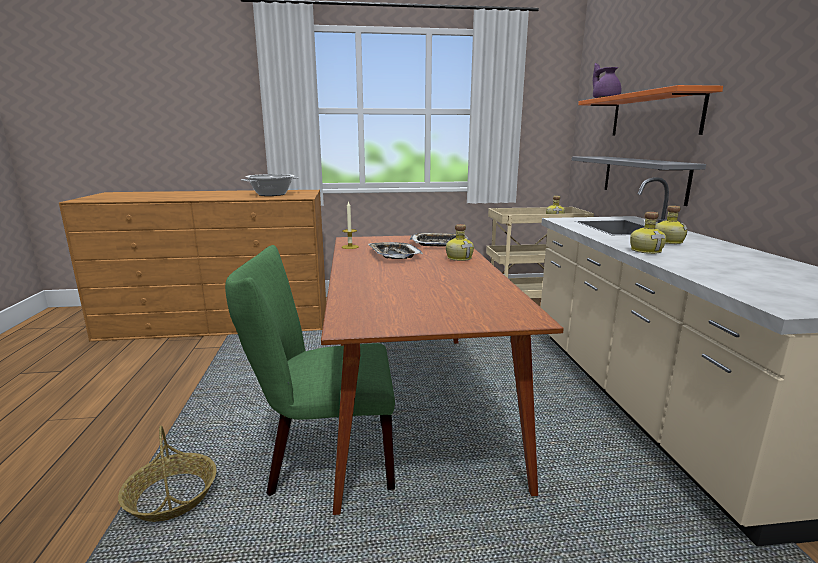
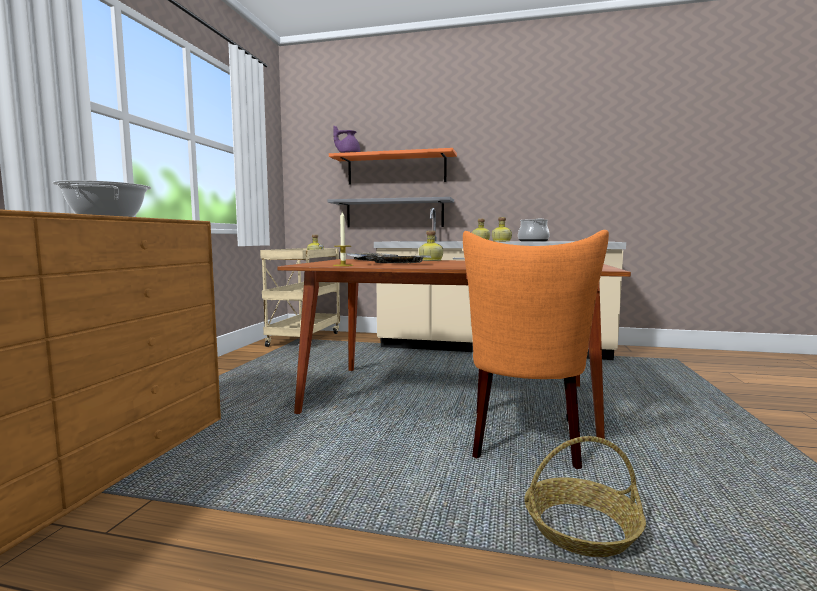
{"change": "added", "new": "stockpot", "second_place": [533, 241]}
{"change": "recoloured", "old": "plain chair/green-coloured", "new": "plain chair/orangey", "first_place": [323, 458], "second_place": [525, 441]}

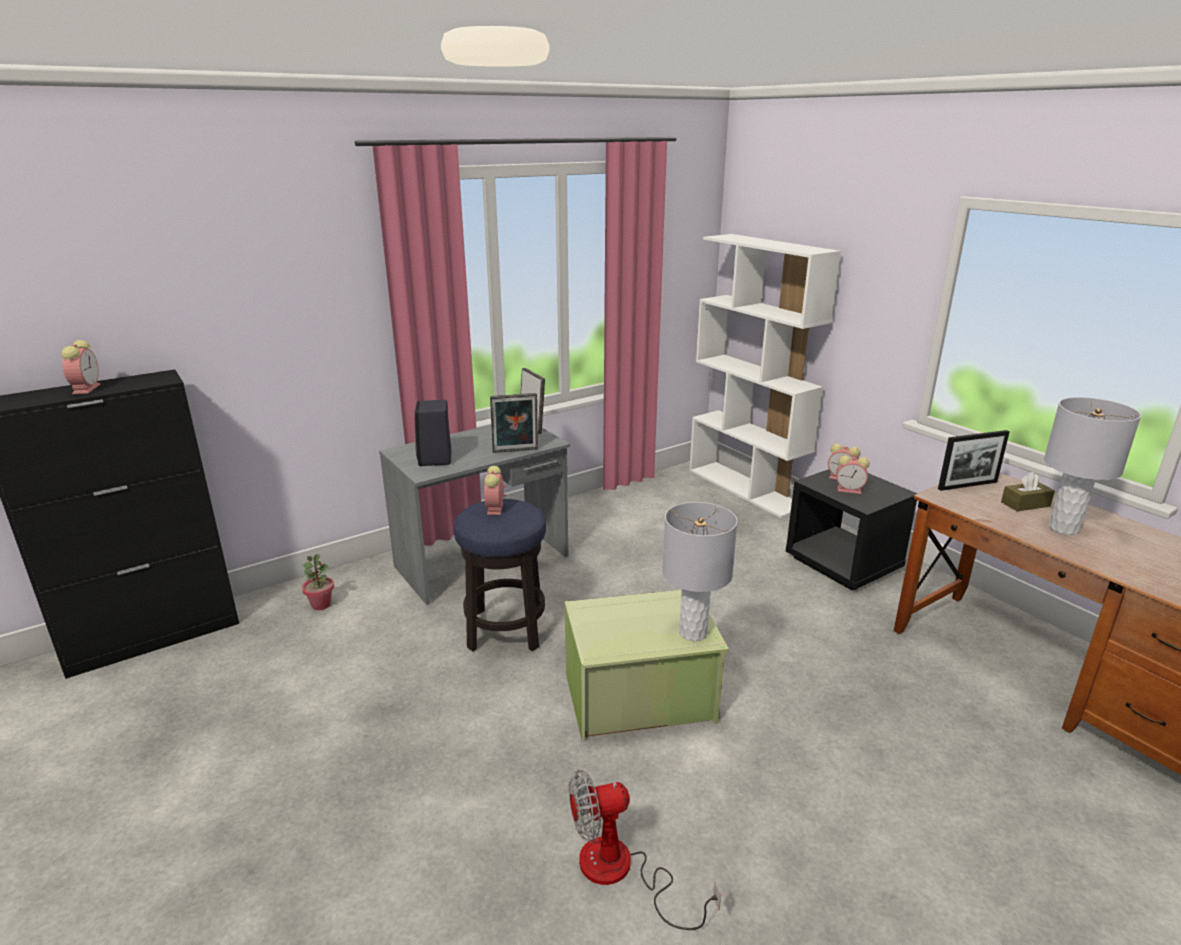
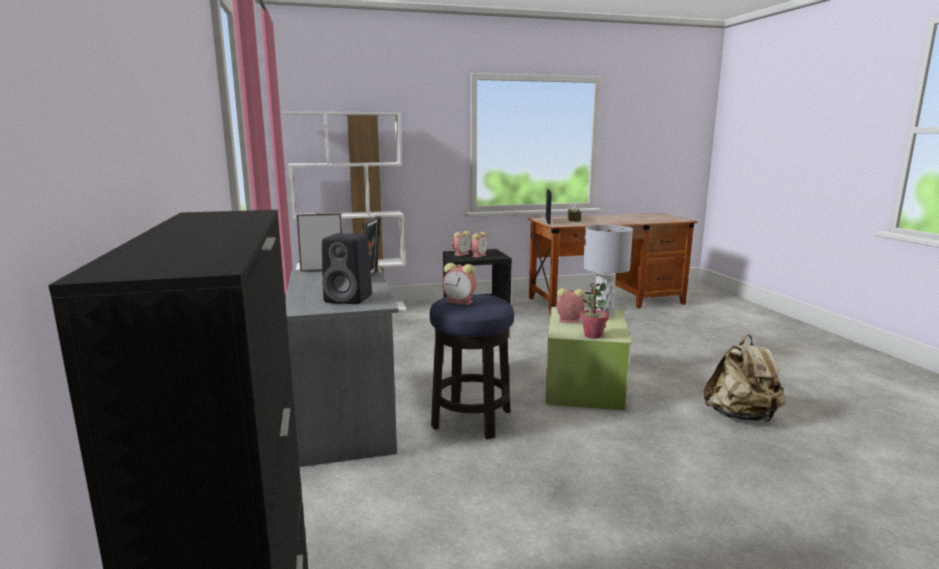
{"change": "removed", "old": "tabletop lamp/greyish", "first_place": [1063, 528]}
{"change": "moved", "old": "alarm clock", "first_place": [86, 388], "second_place": [568, 321]}
{"change": "moved", "old": "houseplant", "first_place": [321, 604], "second_place": [592, 335]}
{"change": "replaced", "old": "cooling fan", "new": "knapsack/beige-coloured", "first_place": [621, 872], "second_place": [741, 416]}

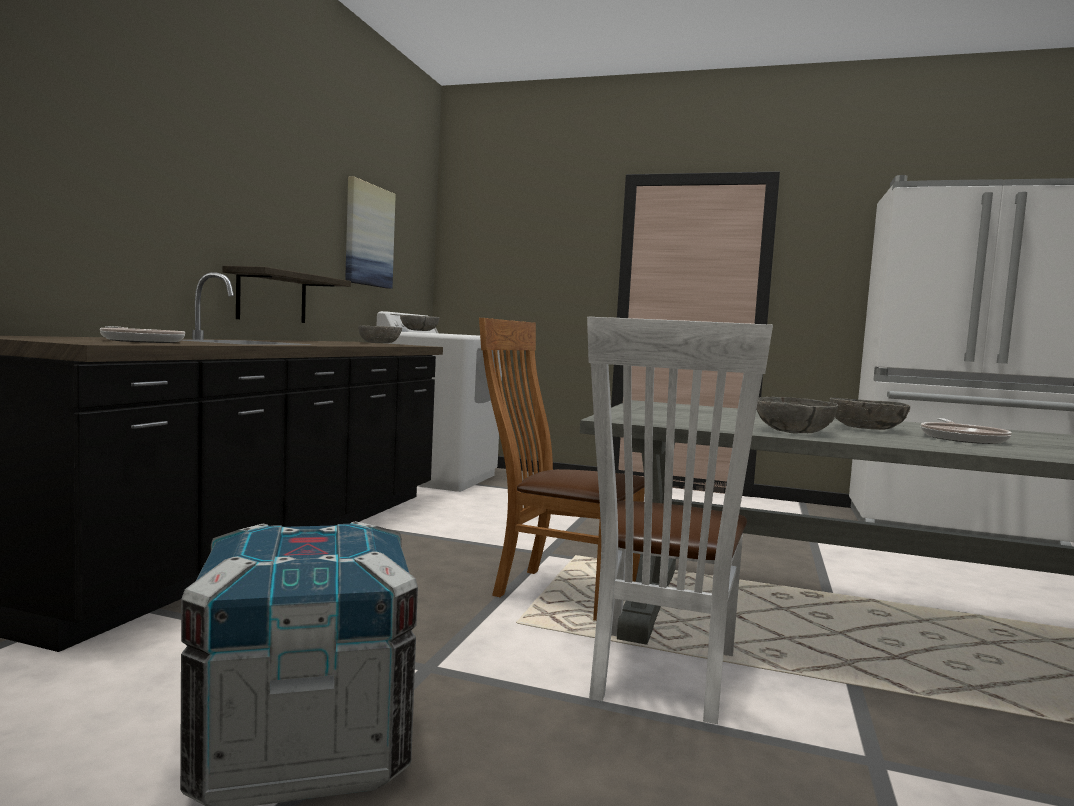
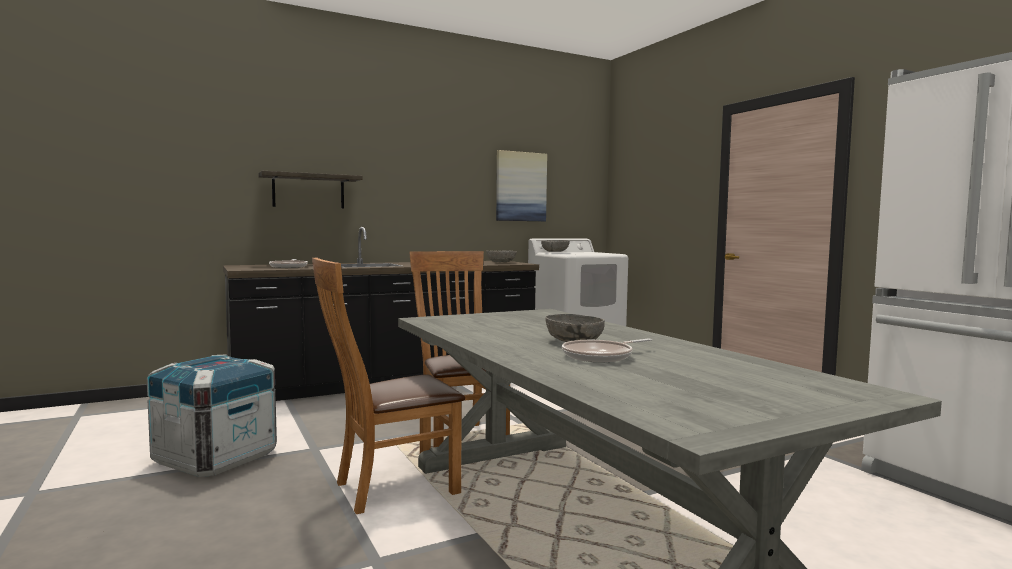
{"change": "removed", "old": "serving bowl/greyish", "first_place": [793, 431]}
{"change": "moved", "old": "wall shelf", "first_place": [272, 297], "second_place": [308, 191]}
{"change": "recoloured", "old": "plain chair/whitish", "new": "plain chair/brown-coloured", "first_place": [659, 678], "second_place": [389, 488]}

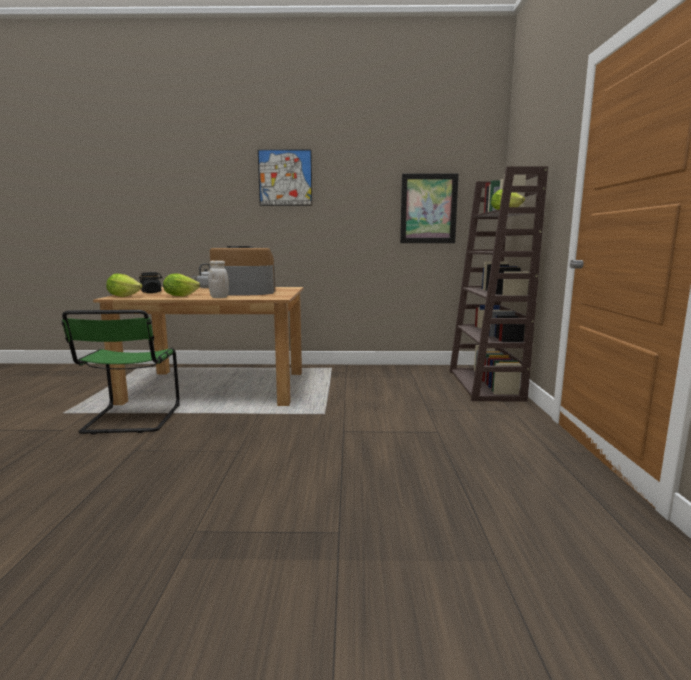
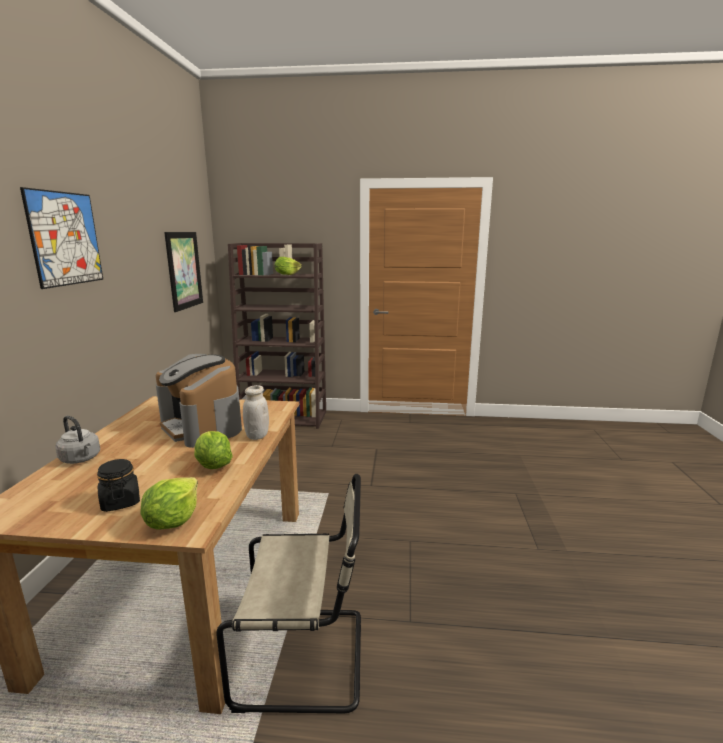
{"change": "recoloured", "old": "plain chair/green-coloured", "new": "plain chair/beige-coloured", "first_place": [131, 420], "second_place": [307, 657]}
{"change": "turned", "old": "coffee maker", "first_place": [243, 292], "second_place": [202, 426], "degrees": -45}

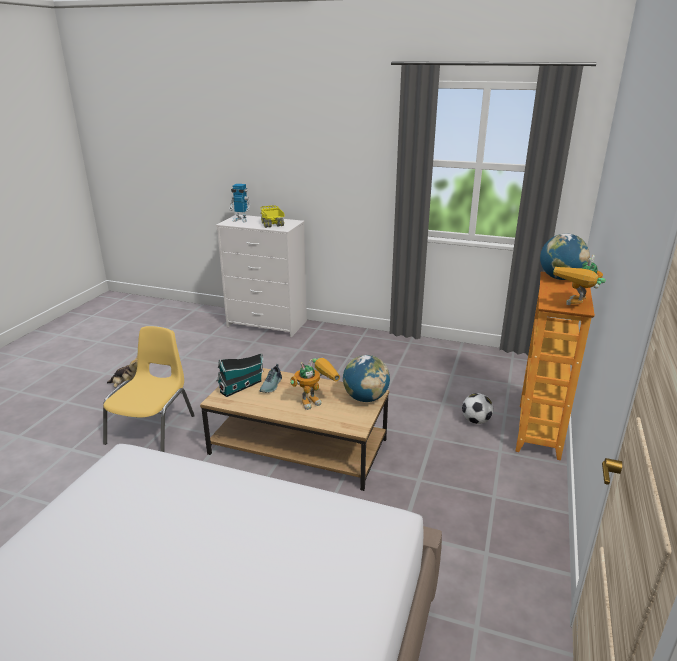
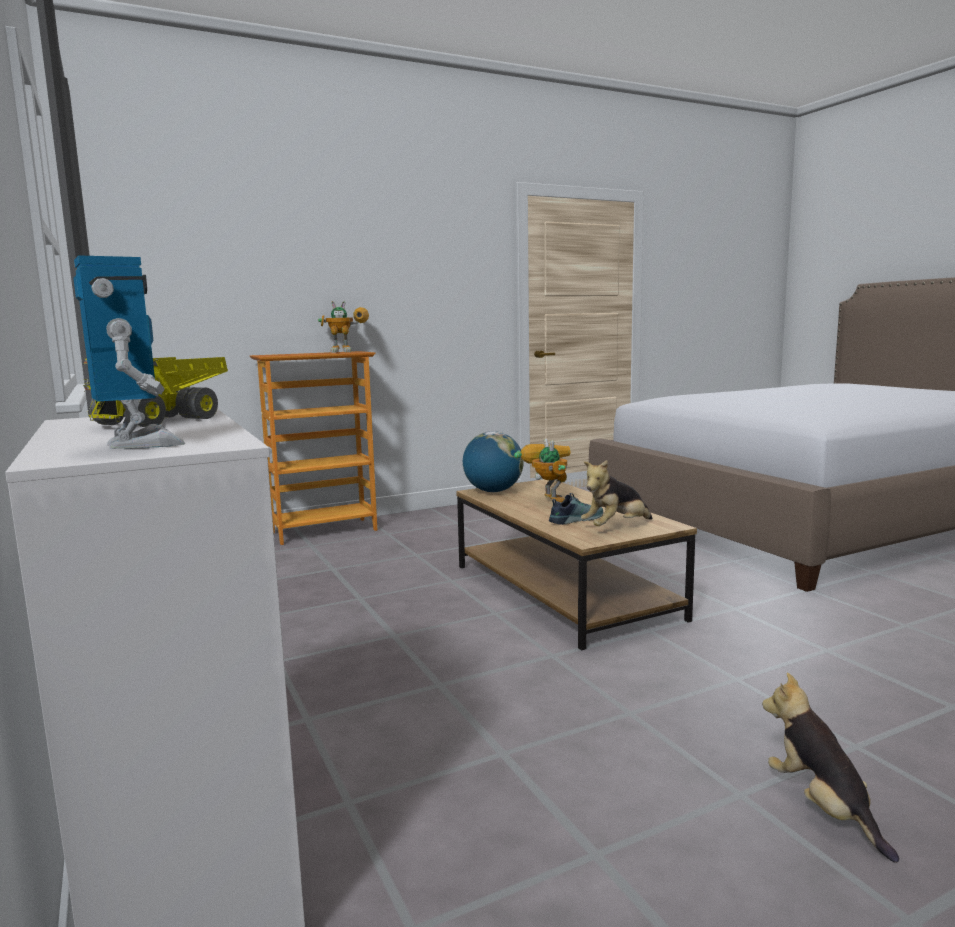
{"change": "removed", "old": "plain chair/yellow-coloured", "first_place": [153, 429]}
{"change": "removed", "old": "football ball", "first_place": [476, 421]}
{"change": "removed", "old": "globe", "first_place": [560, 278]}
{"change": "replaced", "old": "toy house", "new": "plush toy", "first_place": [242, 386], "second_place": [616, 528]}
{"change": "turned", "old": "model robot", "first_place": [315, 400], "second_place": [547, 501], "degrees": 60}

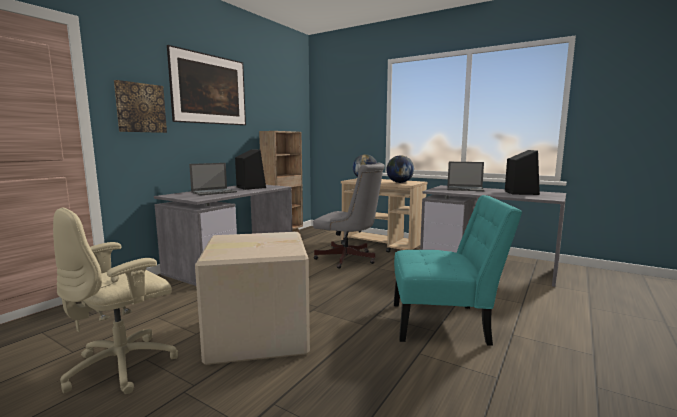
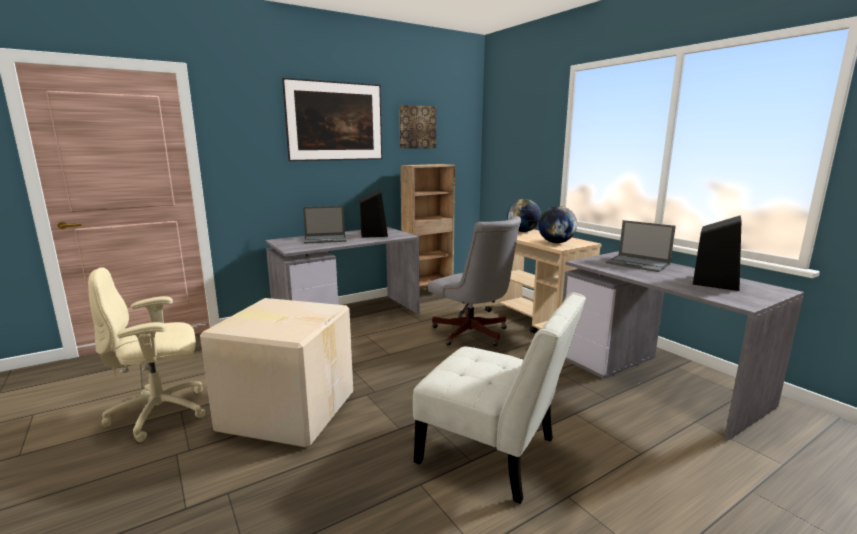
{"change": "moved", "old": "wall art", "first_place": [140, 108], "second_place": [417, 127]}
{"change": "recoloured", "old": "plain chair/blue-green", "new": "plain chair/whitish", "first_place": [445, 323], "second_place": [494, 454]}

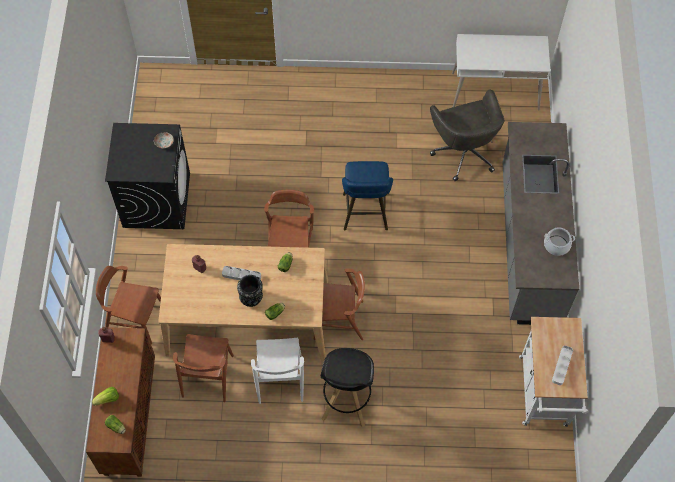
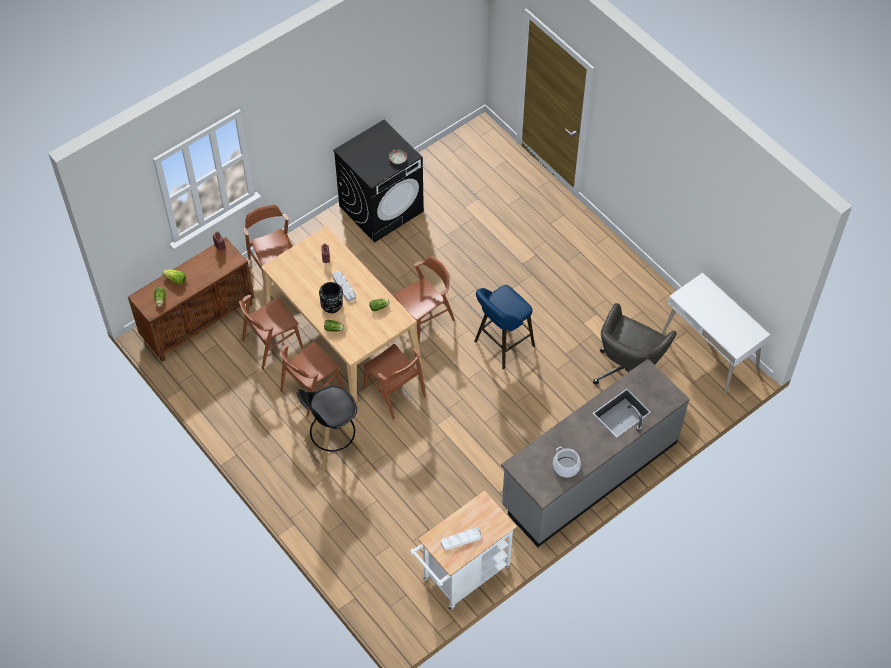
{"change": "recoloured", "old": "plain chair/whitish", "new": "plain chair/brown-coloured", "first_place": [280, 379], "second_place": [311, 390]}

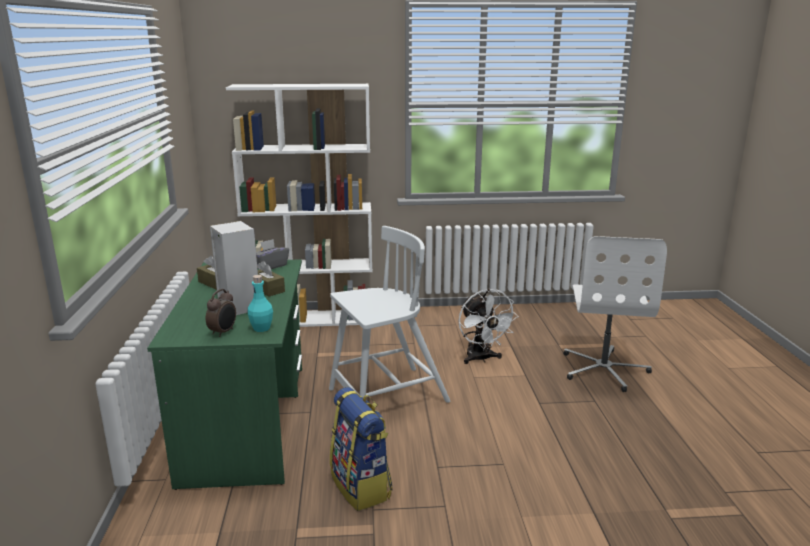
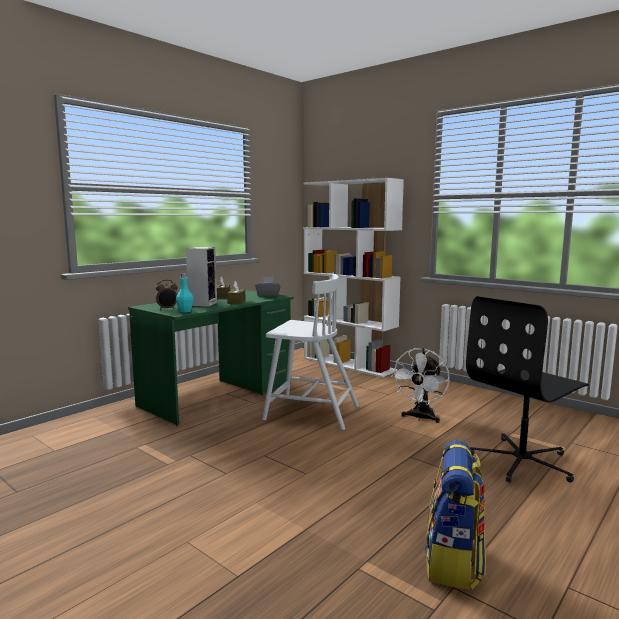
{"change": "moved", "old": "knapsack", "first_place": [362, 486], "second_place": [454, 562]}
{"change": "recoloured", "old": "desk chair/whitish", "new": "desk chair/blackish", "first_place": [604, 369], "second_place": [522, 462]}

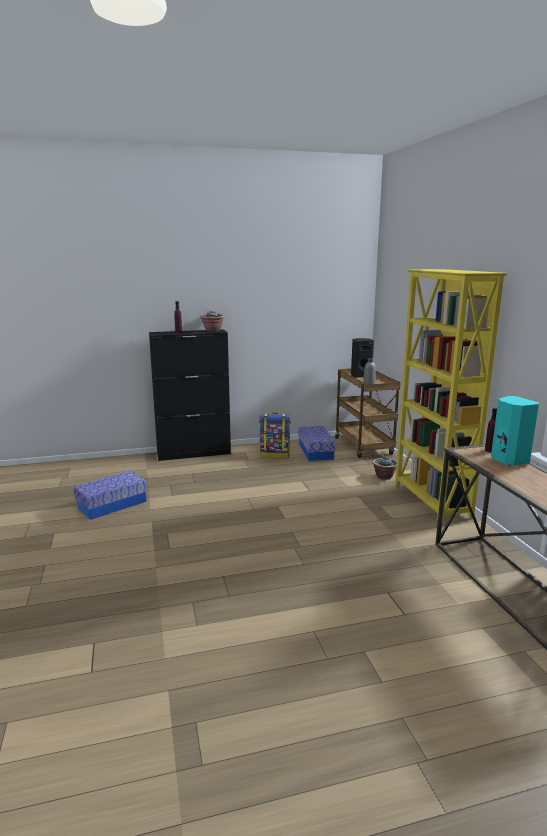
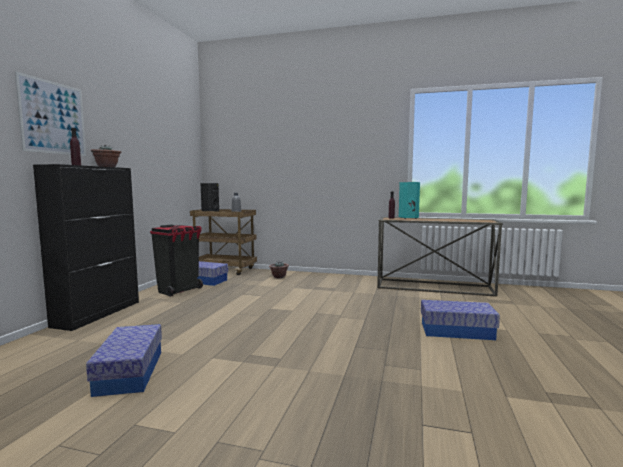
{"change": "removed", "old": "shelving unit/yellow-coloured", "first_place": [431, 501]}
{"change": "added", "new": "wall art", "second_place": [53, 118]}
{"change": "added", "new": "storage box", "second_place": [457, 331]}
{"change": "replaced", "old": "knapsack", "new": "trash can/blackish", "first_place": [275, 454], "second_place": [179, 291]}

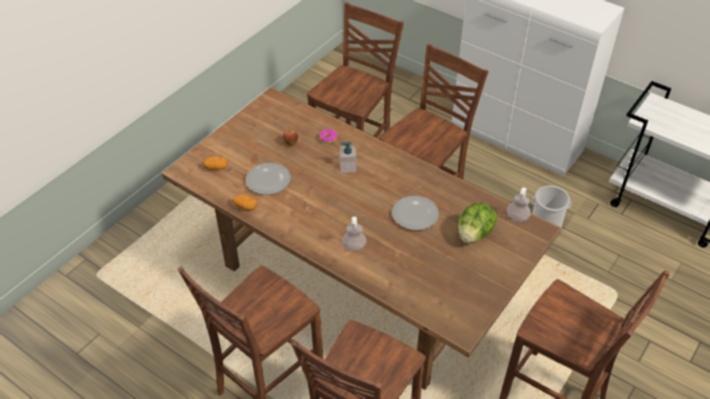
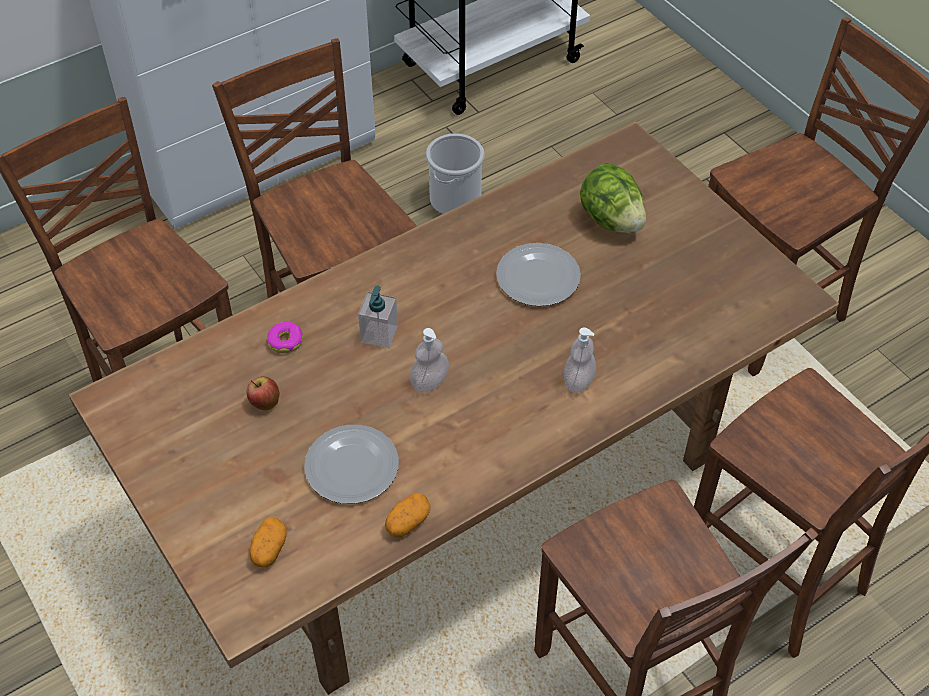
{"change": "moved", "old": "soap dispenser", "first_place": [517, 217], "second_place": [429, 381]}

